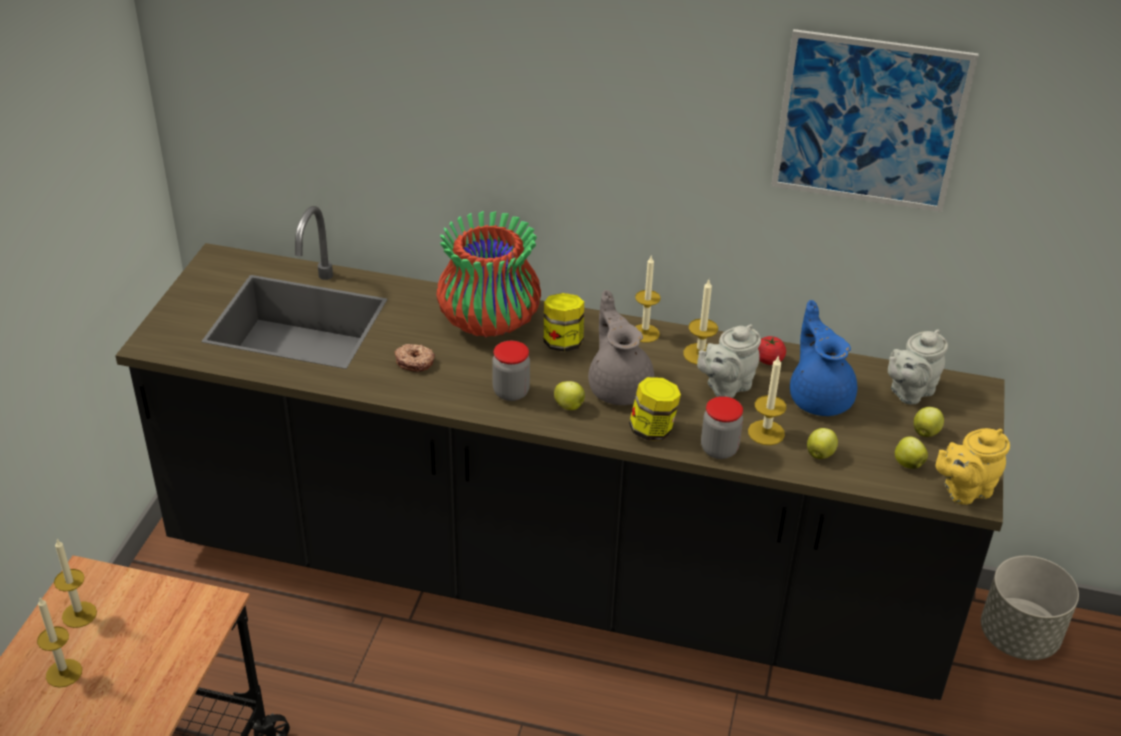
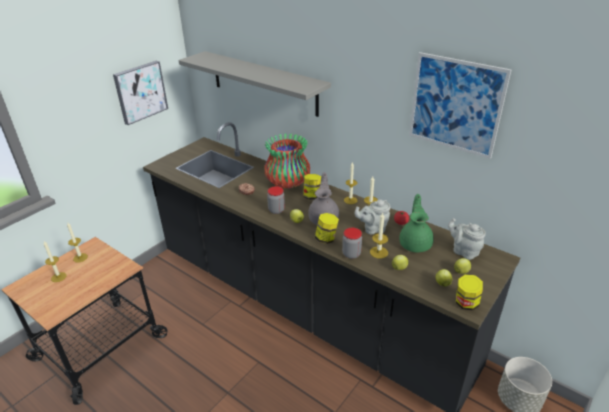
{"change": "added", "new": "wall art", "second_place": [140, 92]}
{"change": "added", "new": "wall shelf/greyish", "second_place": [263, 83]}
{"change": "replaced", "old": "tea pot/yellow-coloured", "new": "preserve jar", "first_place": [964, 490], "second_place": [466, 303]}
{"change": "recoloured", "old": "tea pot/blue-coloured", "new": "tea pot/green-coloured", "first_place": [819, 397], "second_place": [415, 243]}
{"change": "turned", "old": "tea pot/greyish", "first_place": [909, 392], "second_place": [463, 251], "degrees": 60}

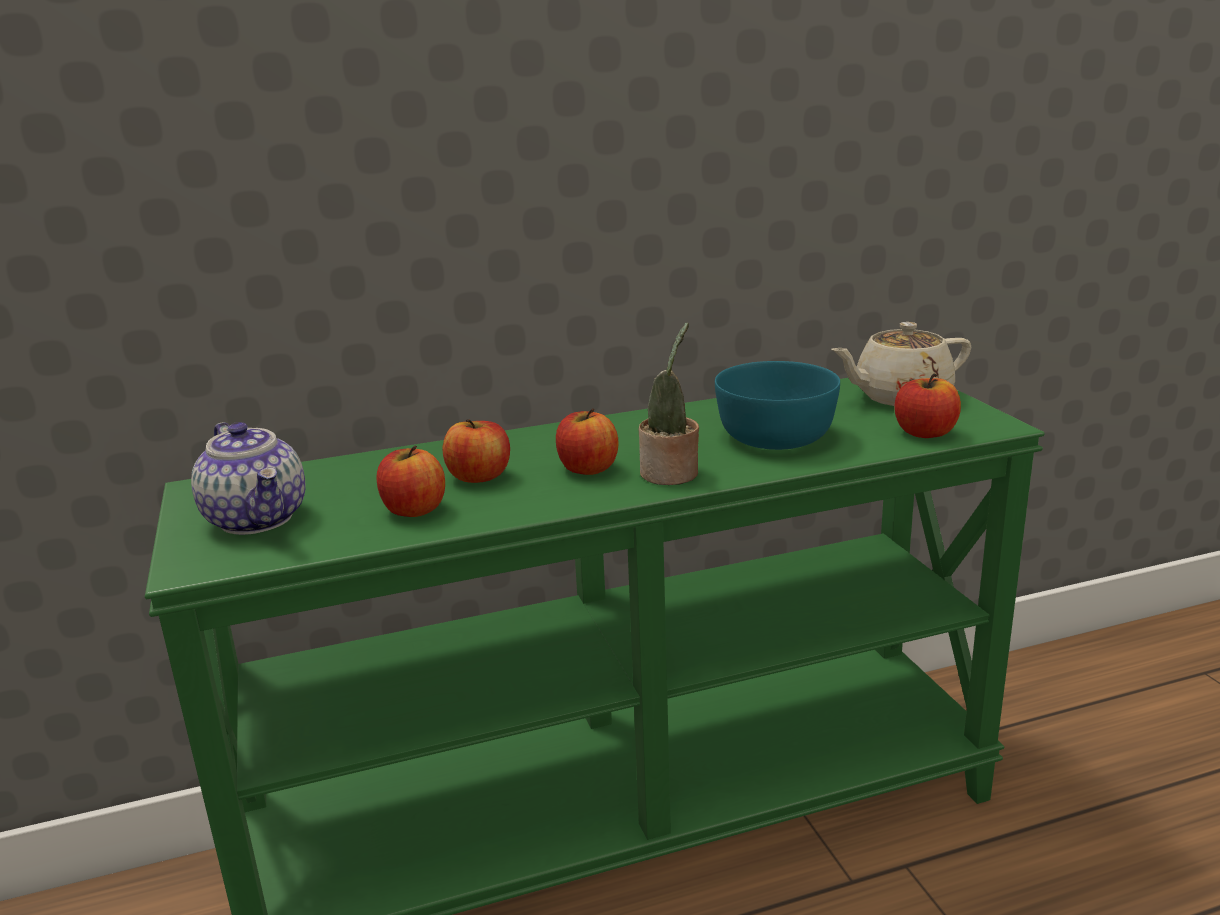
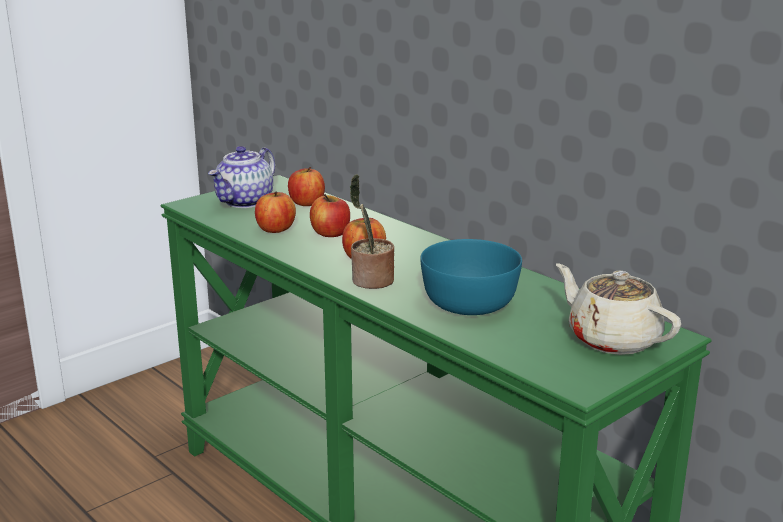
{"change": "moved", "old": "whole apple", "first_place": [925, 433], "second_place": [307, 203]}

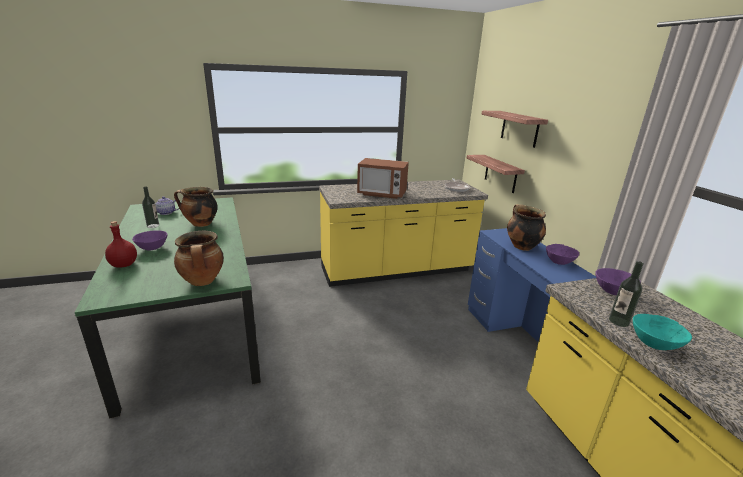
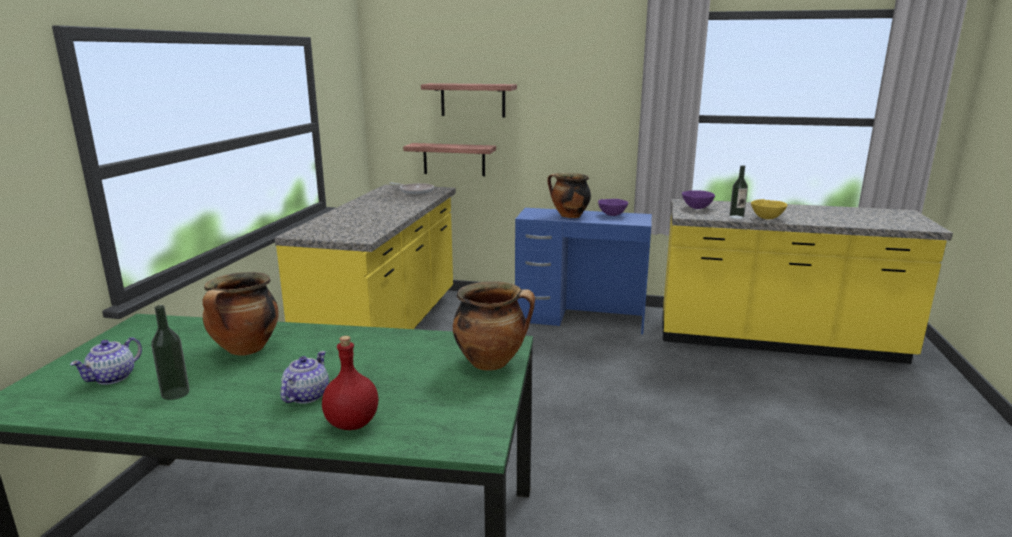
{"change": "removed", "old": "kitchen microwave", "first_place": [382, 194]}
{"change": "replaced", "old": "serving bowl/purplish", "new": "tea pot", "first_place": [152, 248], "second_place": [306, 396]}
{"change": "recoloured", "old": "serving bowl/blue-green", "new": "serving bowl/yellow-coloured", "first_place": [654, 345], "second_place": [767, 218]}

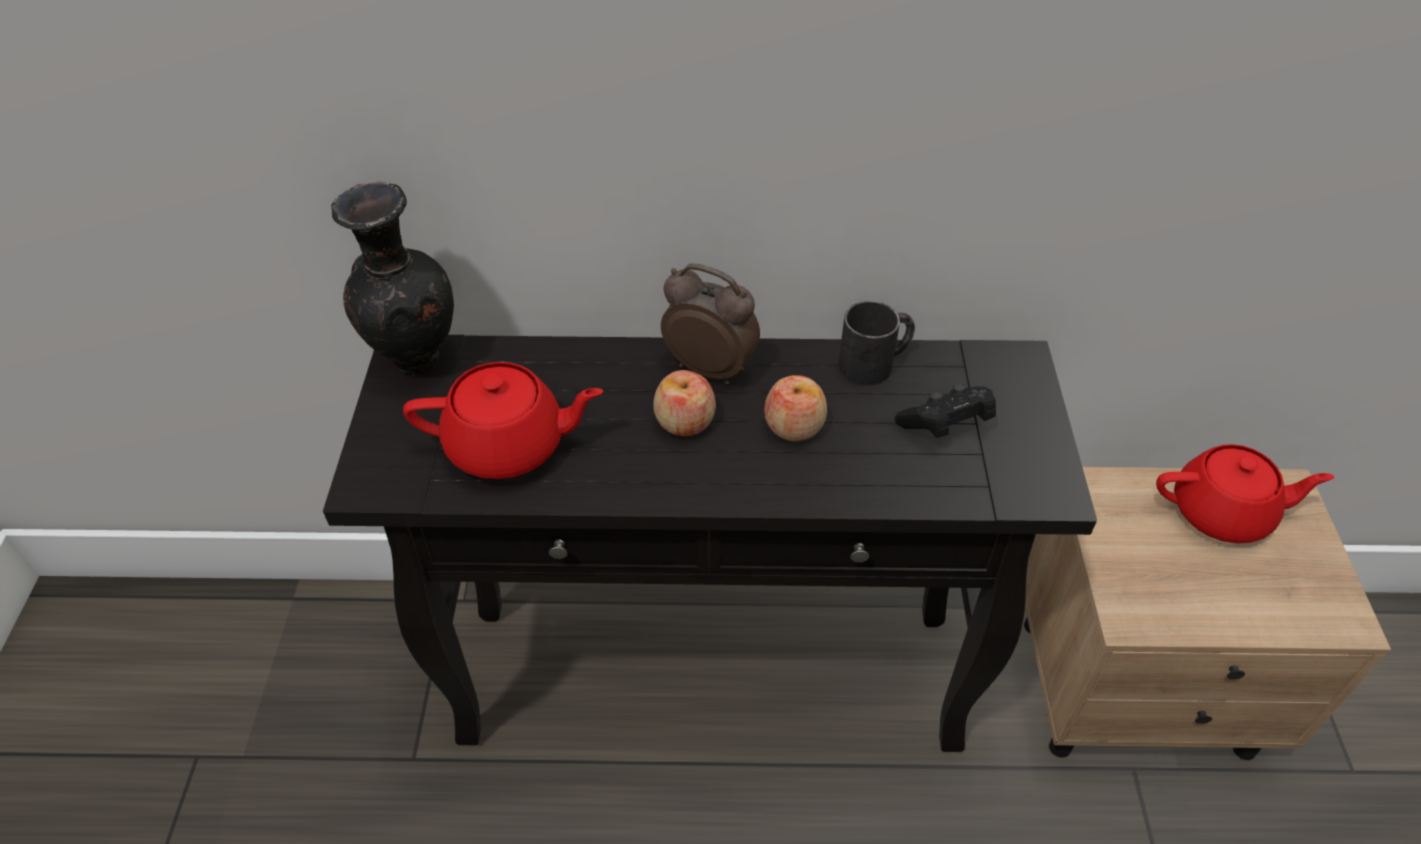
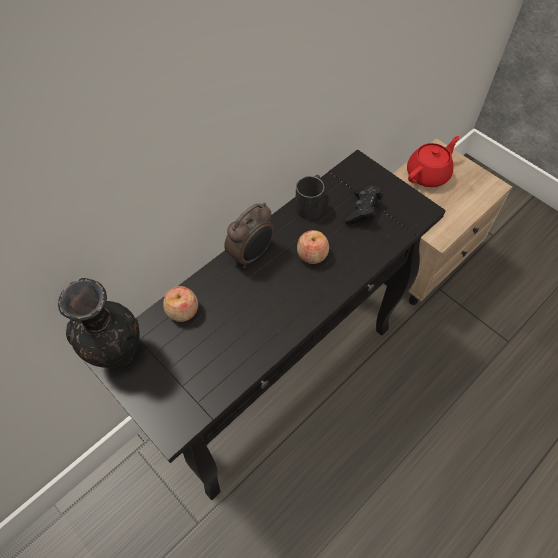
{"change": "removed", "old": "tea pot/red", "first_place": [509, 445]}
{"change": "moved", "old": "whole apple", "first_place": [685, 421], "second_place": [182, 311]}
{"change": "turned", "old": "alarm clock", "first_place": [710, 367], "second_place": [252, 255], "degrees": 150}

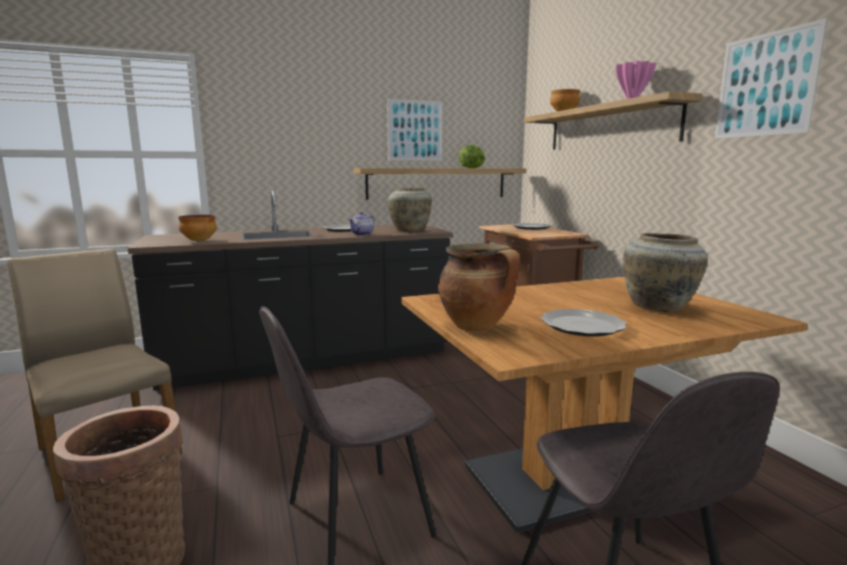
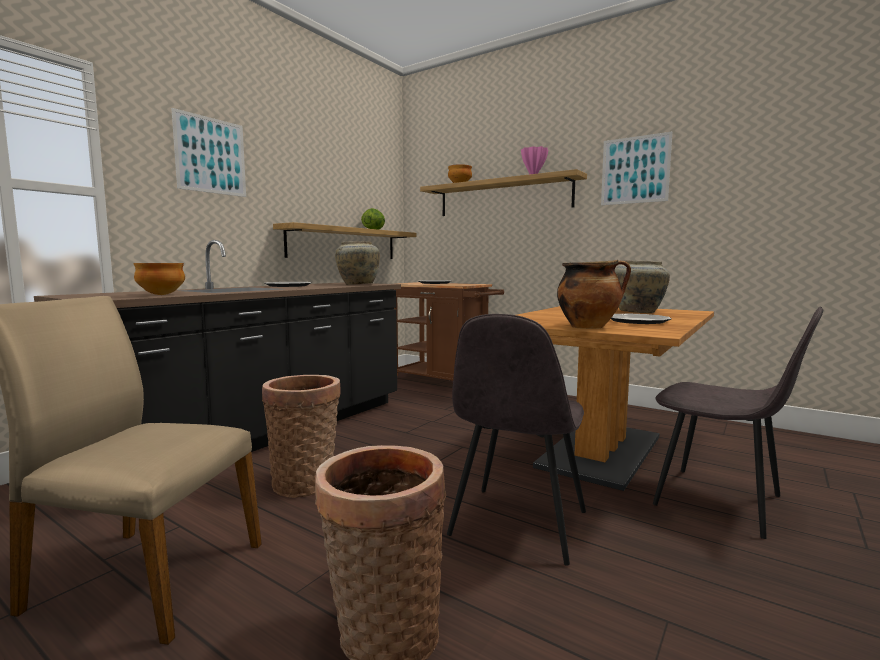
{"change": "removed", "old": "tea pot", "first_place": [362, 234]}
{"change": "added", "new": "storage basket", "second_place": [305, 482]}
{"change": "moved", "old": "wall art", "first_place": [415, 130], "second_place": [211, 155]}

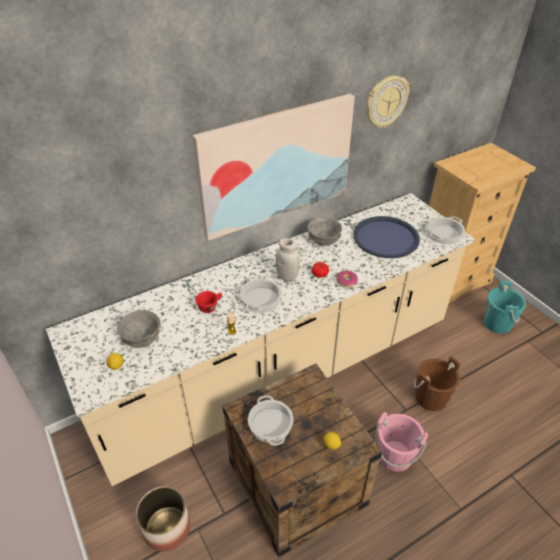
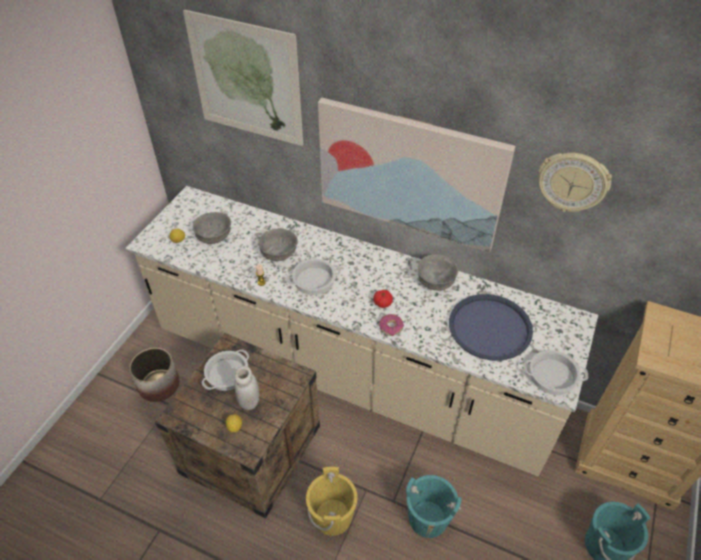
{"change": "added", "new": "wall art", "second_place": [246, 80]}
{"change": "moved", "old": "preserve jar/whitish", "first_place": [287, 276], "second_place": [249, 401]}
{"change": "replaced", "old": "drinking cup/red", "new": "serving bowl/greyish", "first_place": [210, 306], "second_place": [278, 254]}
{"change": "recoloured", "old": "pail/pink-coloured", "new": "pail/yellow-coloured", "first_place": [395, 455], "second_place": [332, 516]}
{"change": "recoloured", "old": "pail/brown-coloured", "new": "pail/blue-green", "first_place": [431, 397], "second_place": [428, 518]}

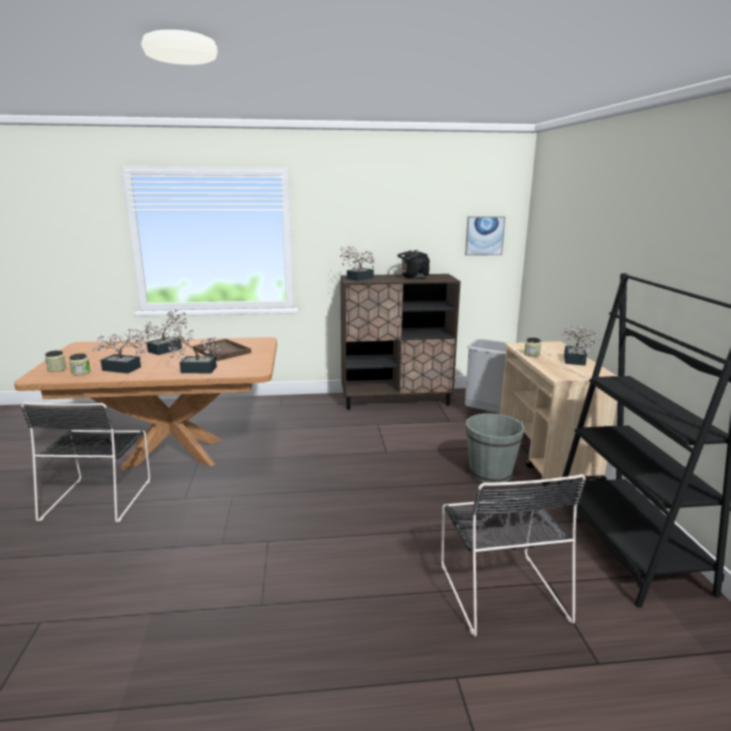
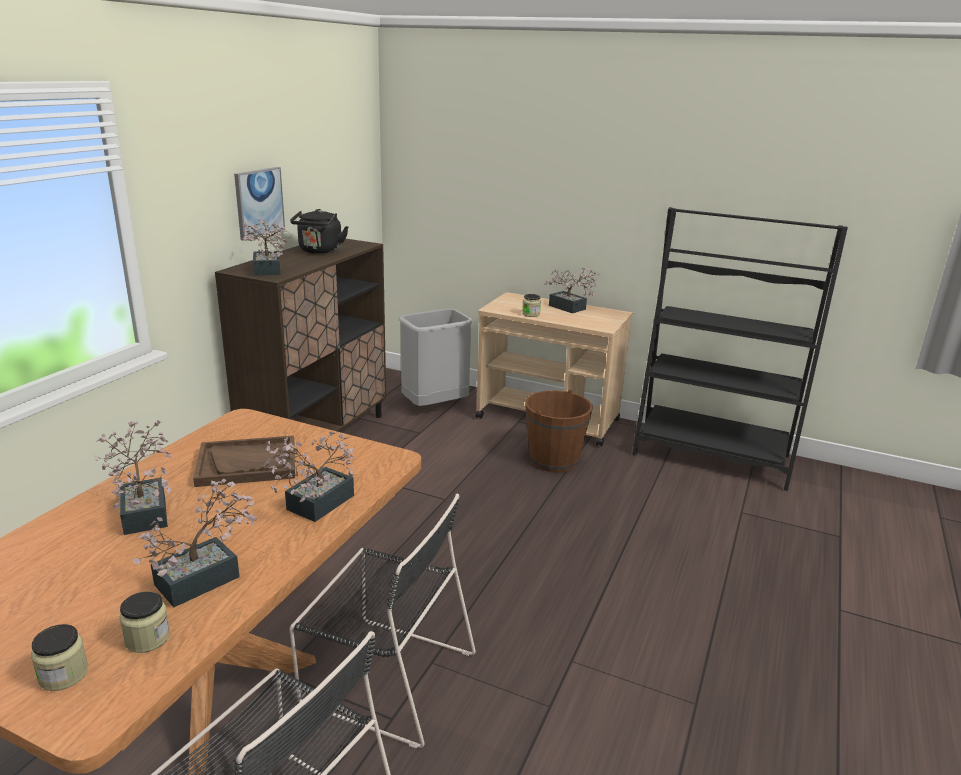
{"change": "moved", "old": "plain chair/blackish", "first_place": [500, 589], "second_place": [385, 676]}
{"change": "moved", "old": "wall art", "first_place": [484, 235], "second_place": [259, 202]}
{"change": "recoloured", "old": "pail/greyish", "new": "pail/brown-coloured", "first_place": [490, 473], "second_place": [554, 460]}

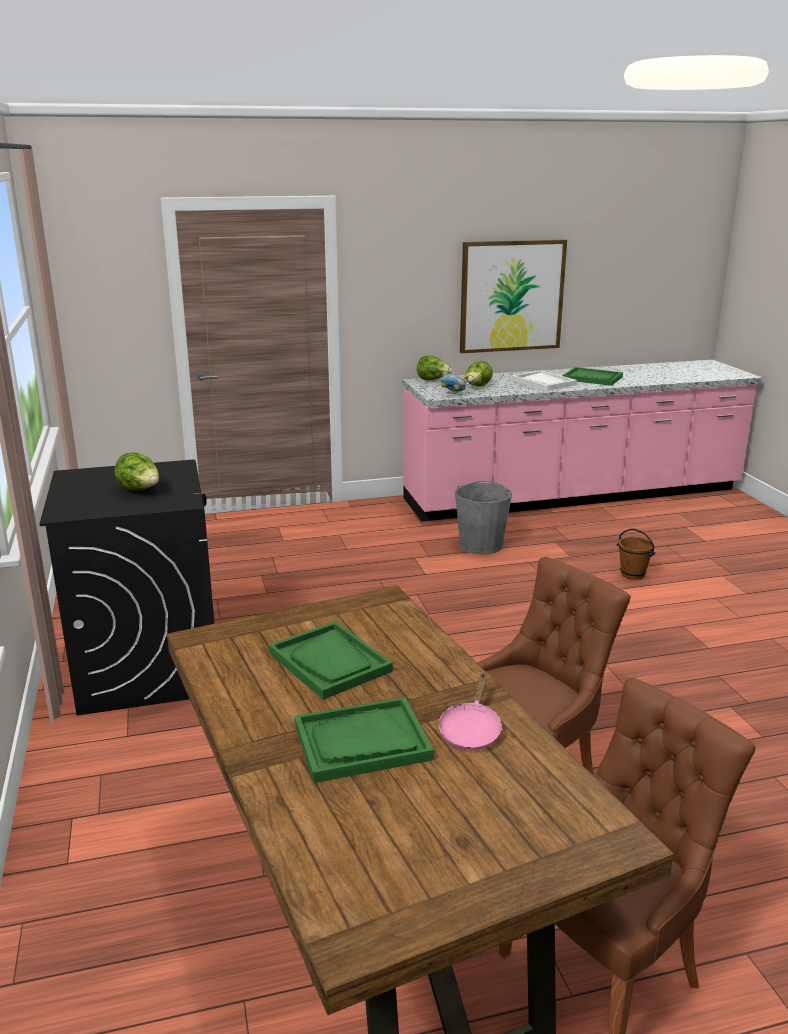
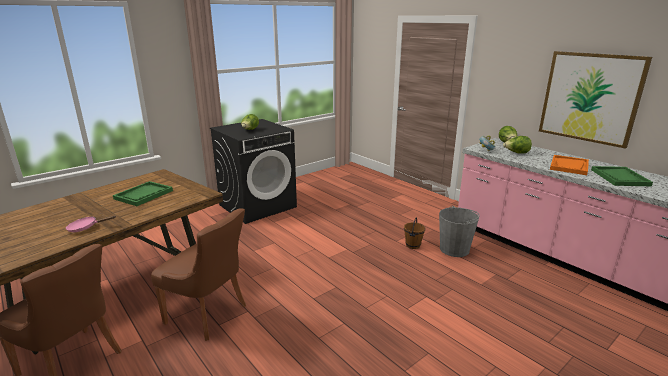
{"change": "removed", "old": "tray/green-coloured", "first_place": [362, 742]}
{"change": "moved", "old": "pail/brown-coloured", "first_place": [632, 575], "second_place": [412, 245]}
{"change": "recoloured", "old": "tray/whitish", "new": "tray/orangey", "first_place": [543, 382], "second_place": [569, 166]}

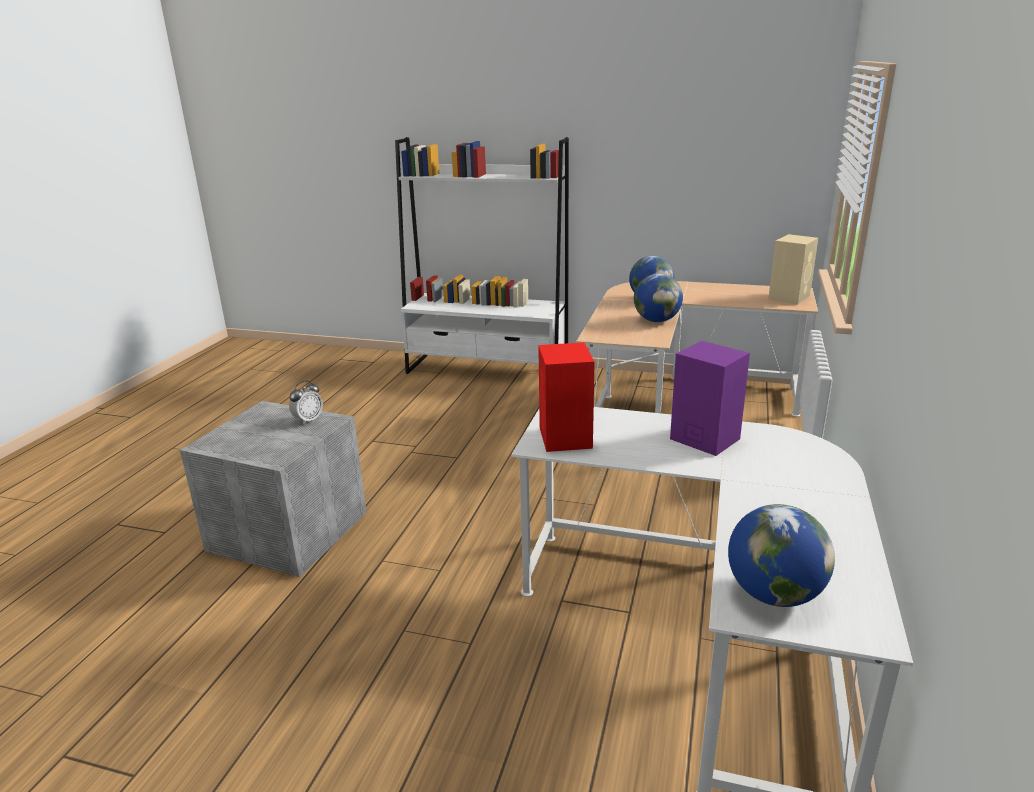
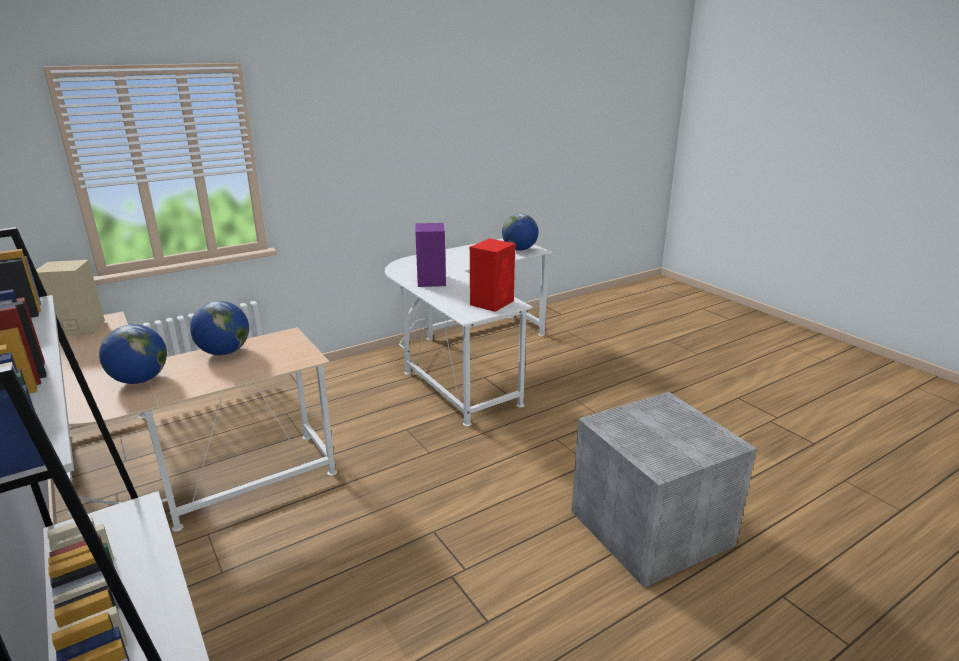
{"change": "removed", "old": "alarm clock", "first_place": [308, 420]}

